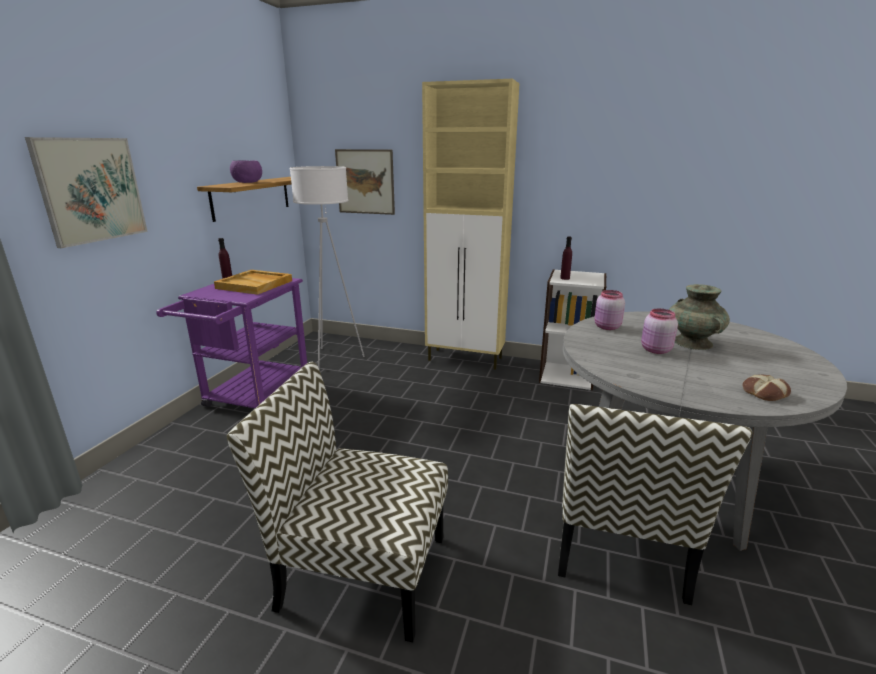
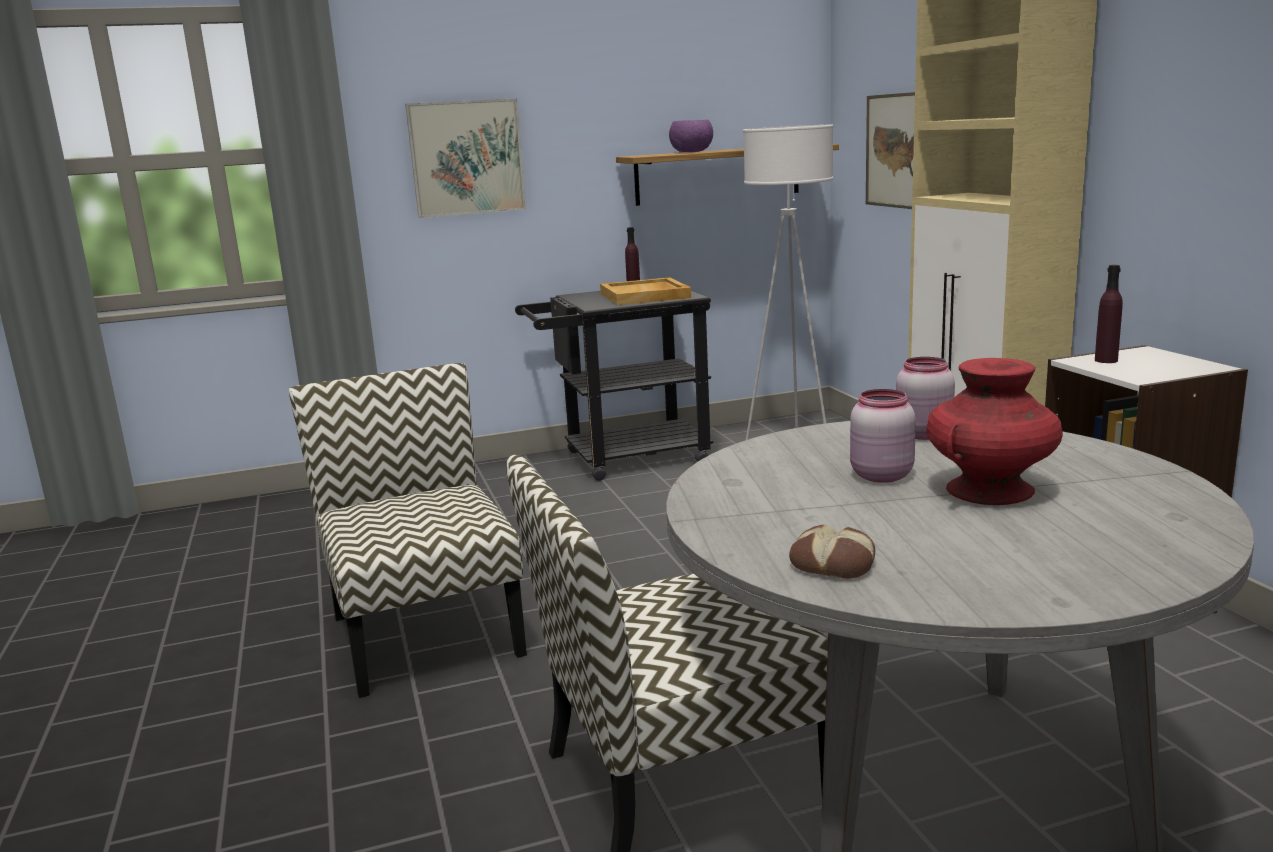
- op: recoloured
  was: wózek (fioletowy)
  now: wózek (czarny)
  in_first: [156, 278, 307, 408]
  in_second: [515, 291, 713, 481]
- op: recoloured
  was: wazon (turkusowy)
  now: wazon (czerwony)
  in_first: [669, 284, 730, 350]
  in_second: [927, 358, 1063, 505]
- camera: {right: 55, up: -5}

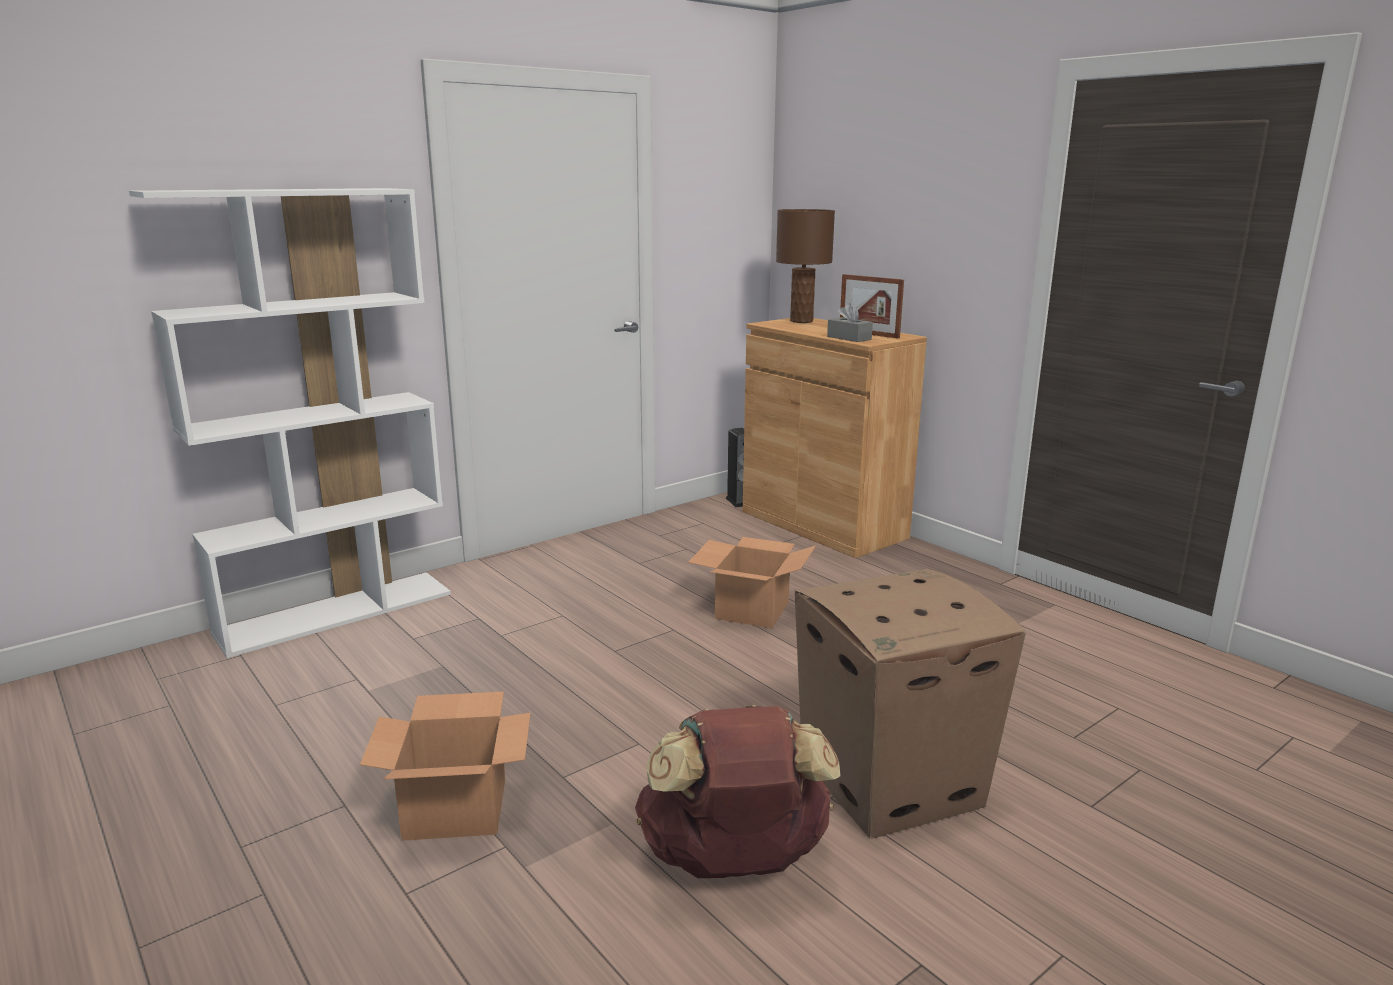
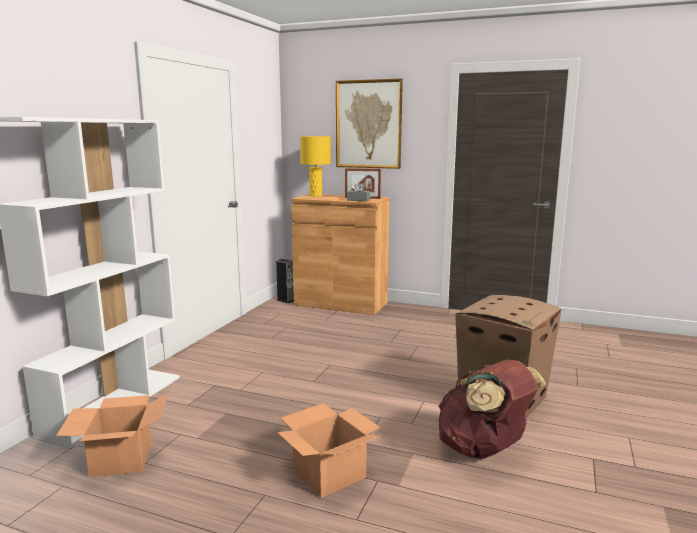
- op: added
  now: obraz
  in_second: [336, 79, 403, 169]
- op: moved
  was: karton
  in_first: [688, 537, 816, 628]
  in_second: [56, 394, 168, 477]
- op: recoloured
  was: lampa stołowa (brązowy)
  now: lampa stołowa (żółty)
  in_first: [776, 209, 835, 323]
  in_second: [300, 136, 331, 197]
- camera: {right: -30, up: -5}

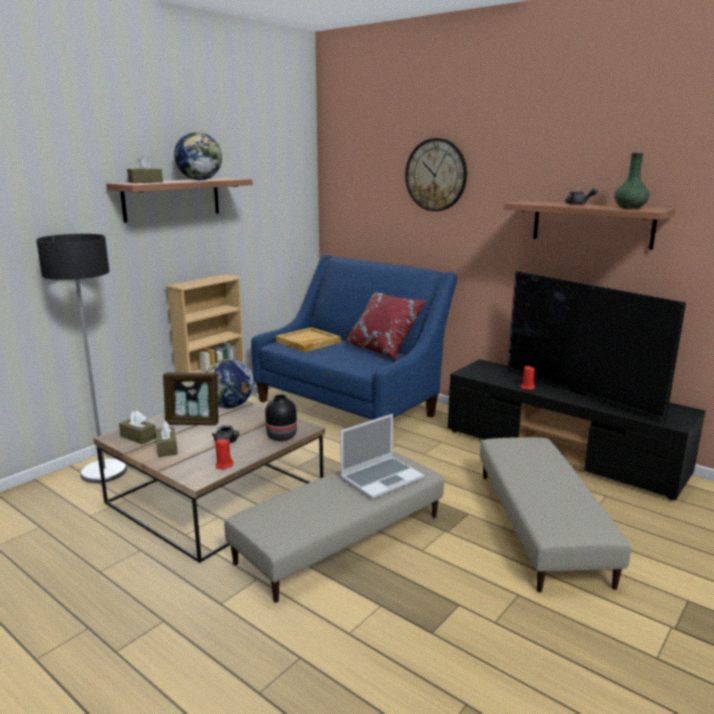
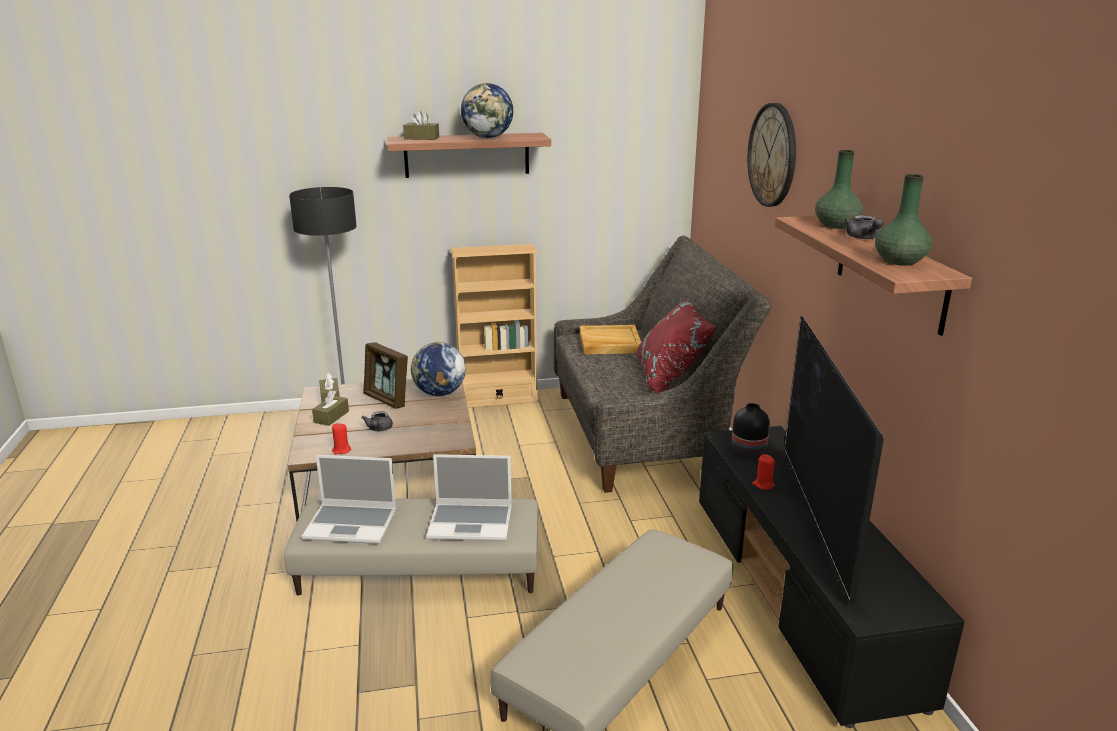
- op: added
  now: laptop
  in_second: [302, 455, 397, 544]
- op: added
  now: wazon (zielony)
  in_second: [815, 150, 863, 229]
- op: moved
  was: wazon (czarny)
  in_first: [265, 395, 297, 441]
  in_second: [732, 403, 770, 456]
- op: recoloured
  was: kanapa (niebieski)
  now: kanapa (szary)
  in_first: [251, 255, 457, 420]
  in_second: [554, 236, 772, 493]
- camera: {right: 40, up: 5}

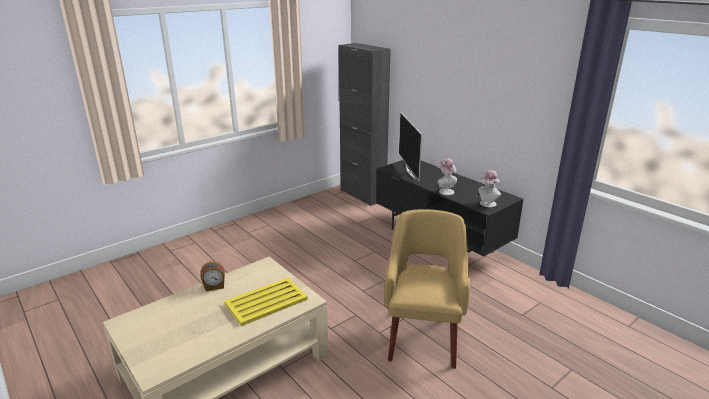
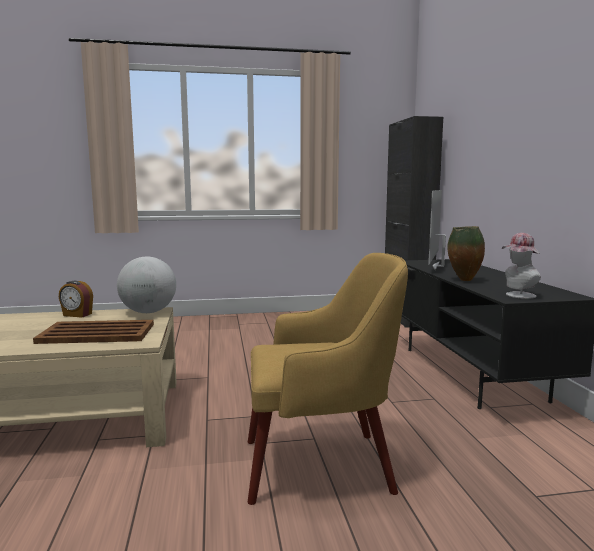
- op: added
  now: globus
  in_second: [117, 257, 176, 313]
- op: replaced
  was: kapelusz
  now: wazon
  in_first: [437, 158, 457, 195]
  in_second: [447, 226, 485, 281]
- op: recoloured
  was: taca (żółty)
  now: taca (brązowy)
  in_first: [224, 277, 308, 326]
  in_second: [33, 320, 154, 344]
- op: turned
  was: fotel (żółty)
  in_first: [384, 209, 470, 369]
  in_second: [248, 253, 408, 505]
  clockwise: 45
- camera: {right: 30, up: -15}

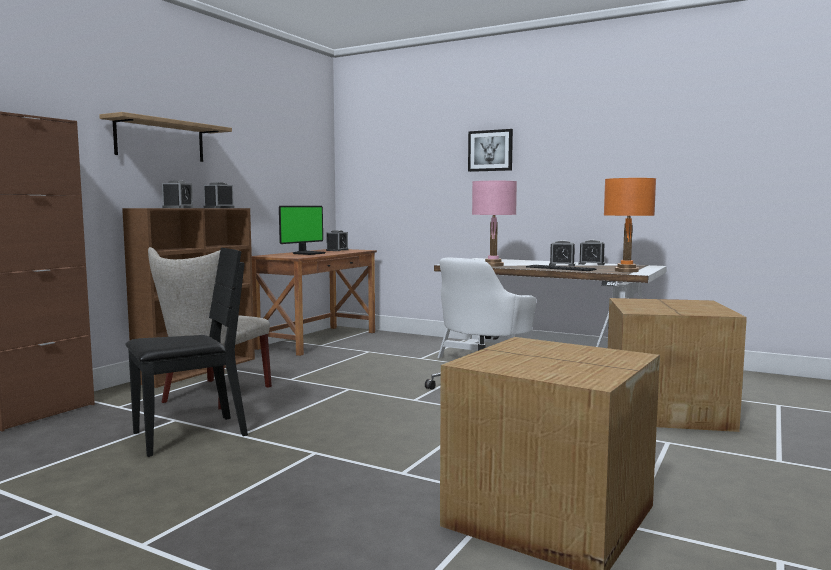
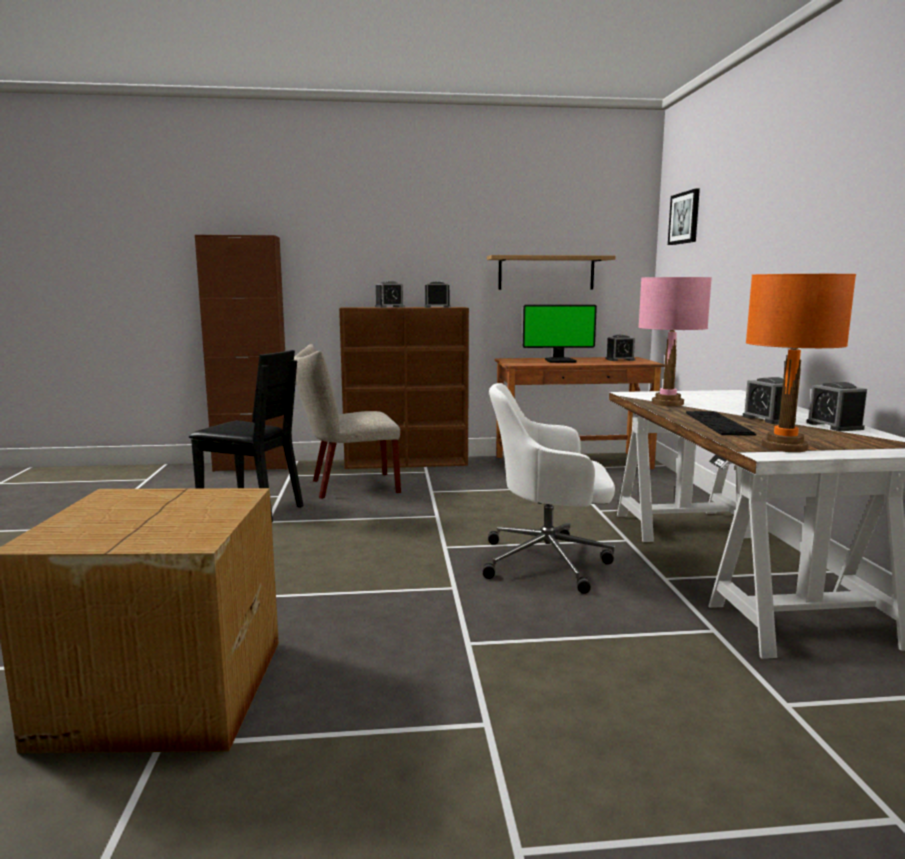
- op: removed
  was: karton
  in_first: [608, 298, 747, 432]
- op: moved
  was: półka
  in_first: [99, 112, 232, 162]
  in_second: [487, 255, 616, 290]
- op: moved
  was: obraz
  in_first: [468, 129, 513, 172]
  in_second: [668, 189, 700, 245]
- camera: {right: 55, up: 5}

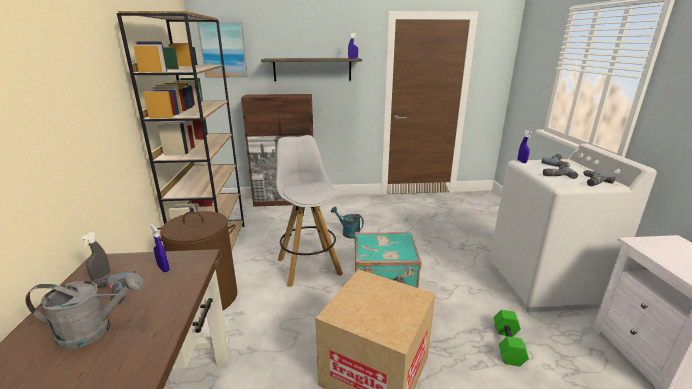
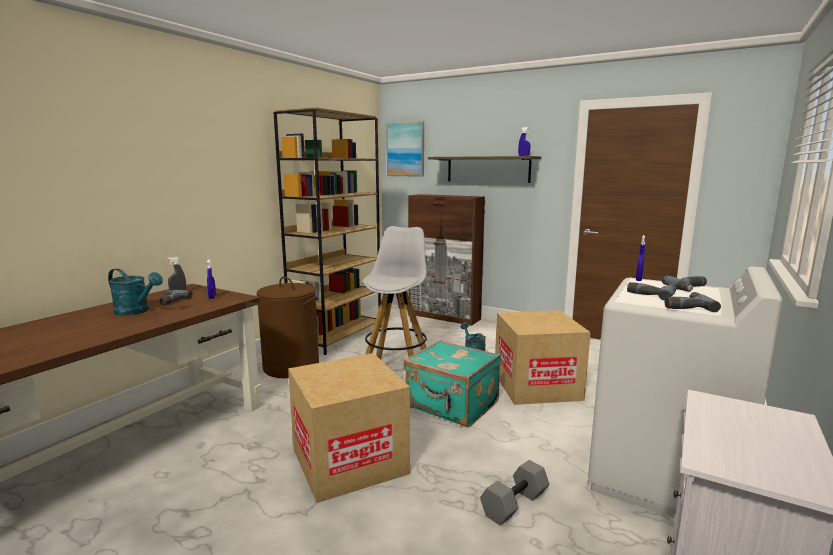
- op: added
  now: karton
  in_second: [495, 310, 591, 405]
- op: recoloured
  was: konewka (szary)
  now: konewka (turkusowy)
  in_first: [25, 272, 144, 350]
  in_second: [108, 269, 163, 316]
- op: recoloured
  was: hantel (zielony)
  now: hantel (szary)
  in_first: [494, 310, 529, 366]
  in_second: [480, 460, 549, 525]
- camera: {right: 35, up: -10}

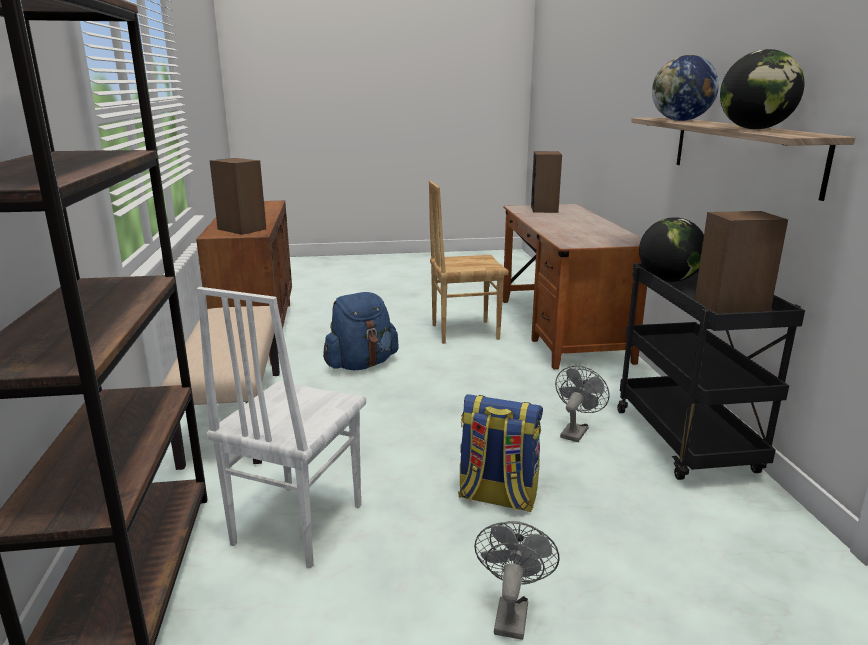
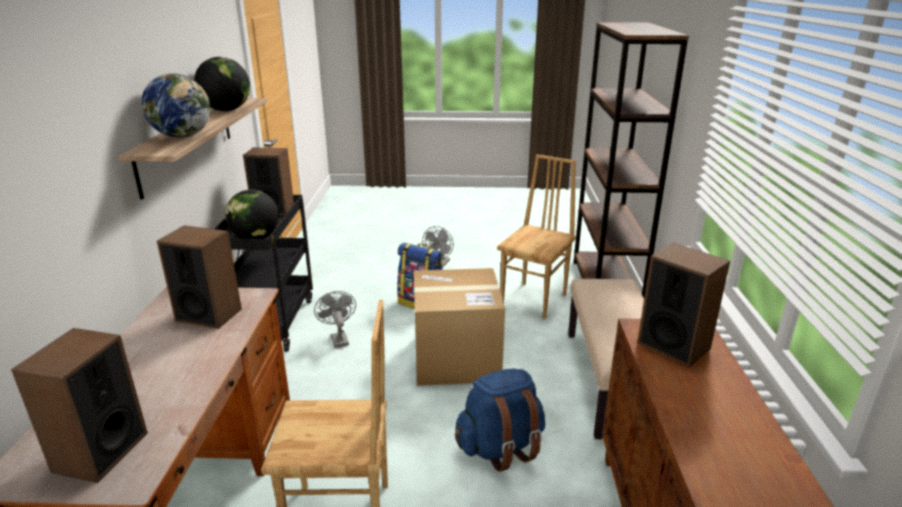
- op: added
  now: głośnik
  in_second: [157, 225, 242, 329]
- op: added
  now: karton
  in_second: [414, 268, 505, 386]
- op: recoloured
  was: krzesło (biały)
  now: krzesło (brązowy)
  in_first: [197, 287, 366, 569]
  in_second: [497, 154, 576, 319]
- op: turned
  was: wentylator (szary)
  in_first: [555, 366, 610, 442]
  in_second: [314, 291, 356, 348]
  clockwise: 120
- camera: {right: -170, up: 5}

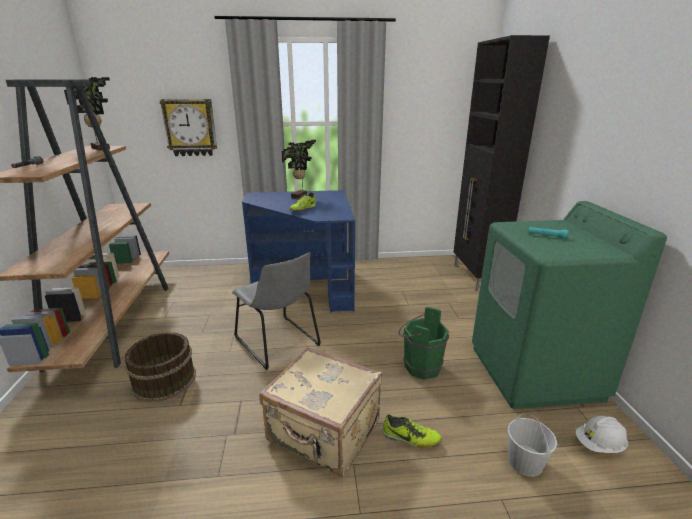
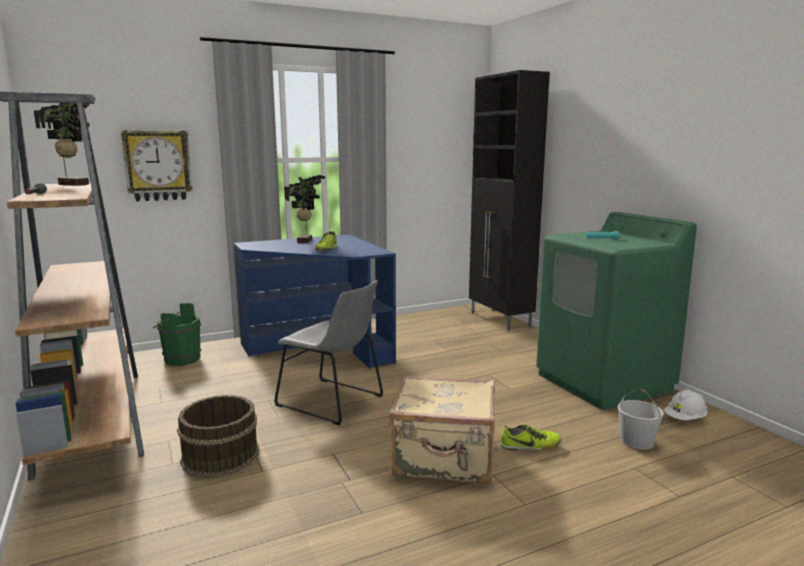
- op: moved
  was: wiadro (zielony)
  in_first: [399, 307, 449, 379]
  in_second: [153, 303, 201, 366]
- camera: {right: -20, up: -10}

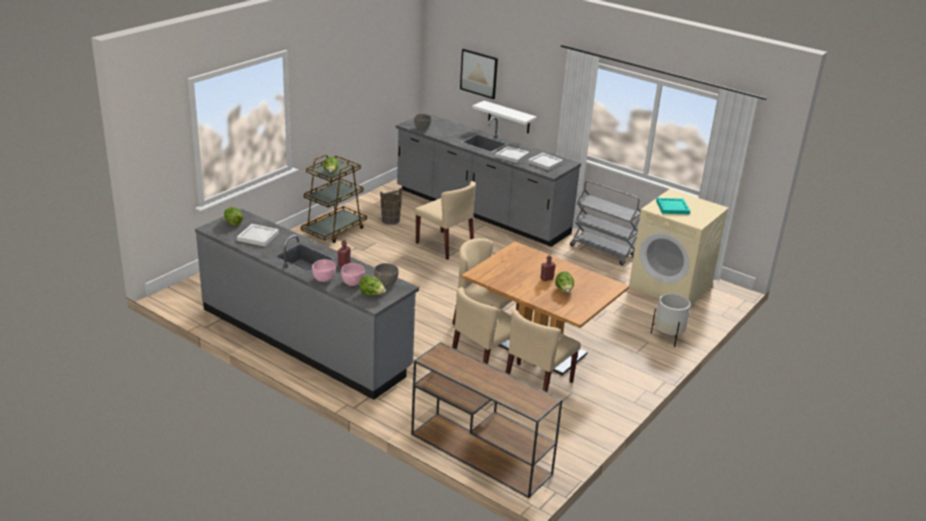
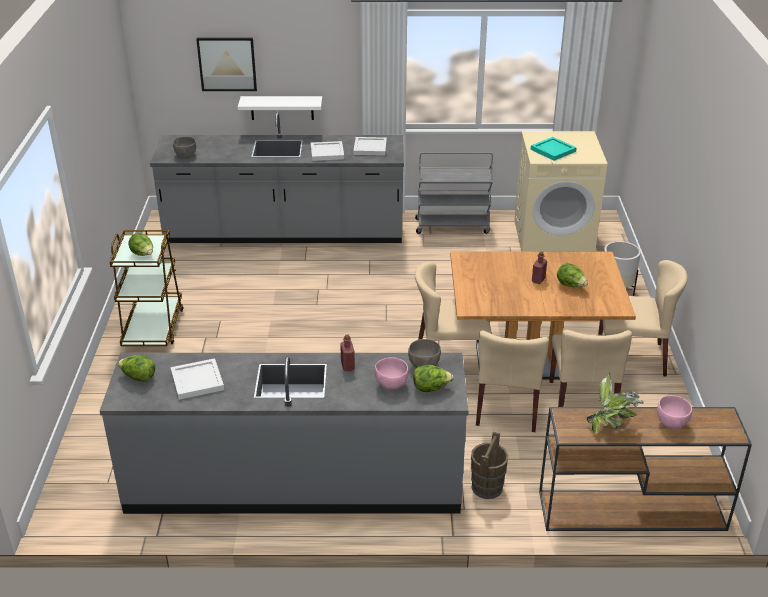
- op: added
  now: roślina doniczkowa
  in_second: [587, 373, 643, 434]
- op: moved
  was: miska (różowy)
  in_first: [312, 259, 336, 282]
  in_second: [657, 395, 692, 429]
- op: moved
  was: wiadro (brązowy)
  in_first: [380, 188, 402, 225]
  in_second: [471, 432, 509, 499]
- op: moved
  was: krzesło (beżowy)
  in_first: [415, 181, 476, 260]
  in_second: [598, 260, 688, 377]
- camera: {right: -35, up: 5}

